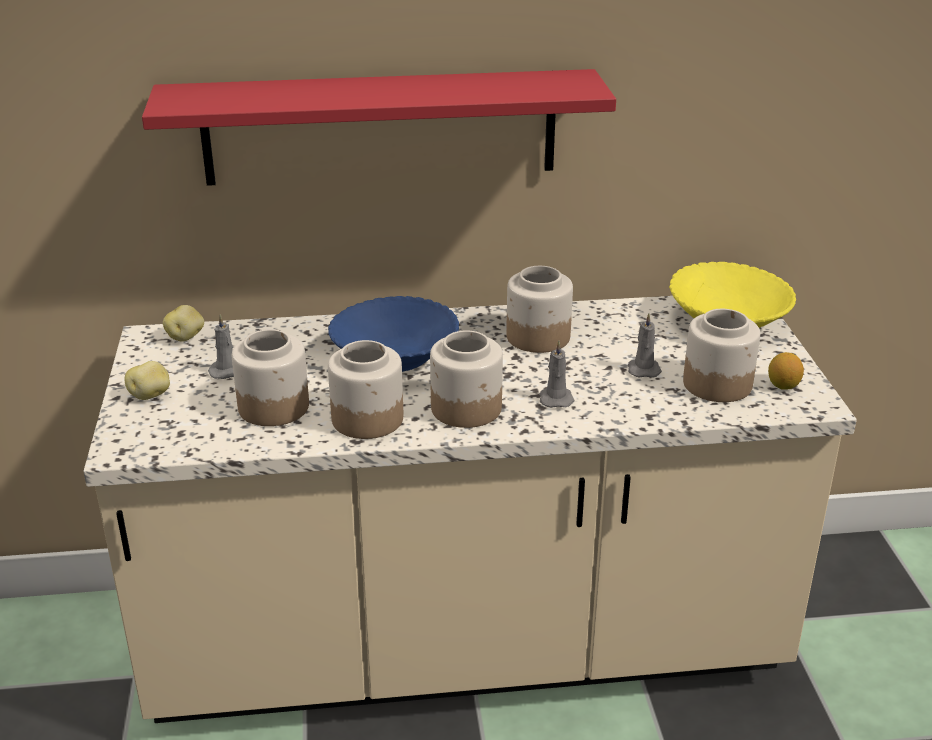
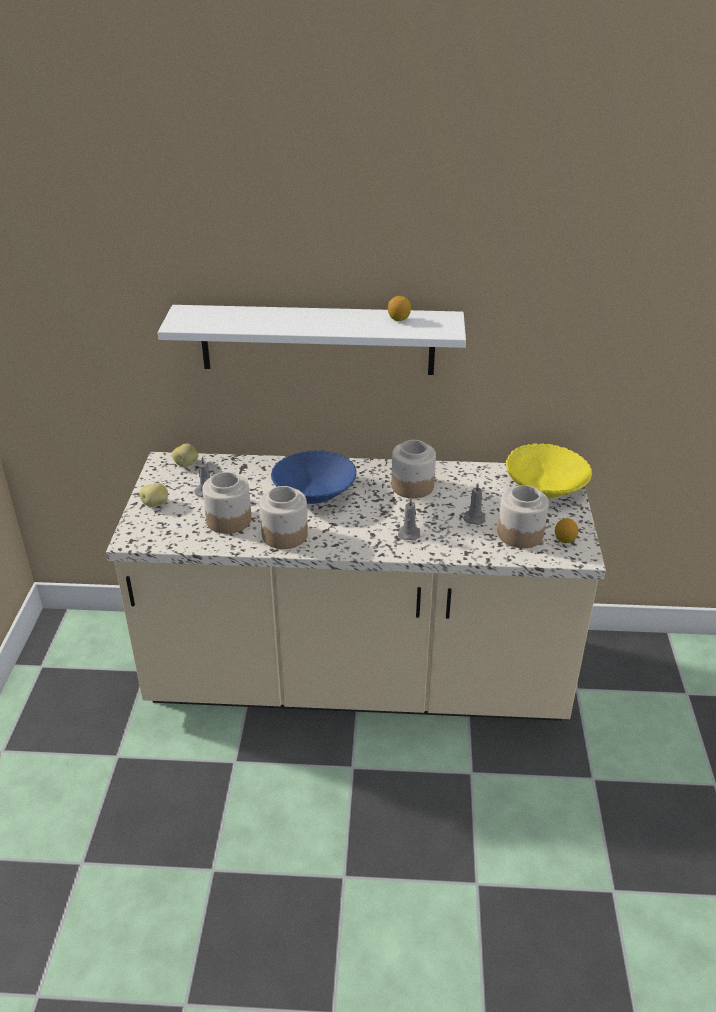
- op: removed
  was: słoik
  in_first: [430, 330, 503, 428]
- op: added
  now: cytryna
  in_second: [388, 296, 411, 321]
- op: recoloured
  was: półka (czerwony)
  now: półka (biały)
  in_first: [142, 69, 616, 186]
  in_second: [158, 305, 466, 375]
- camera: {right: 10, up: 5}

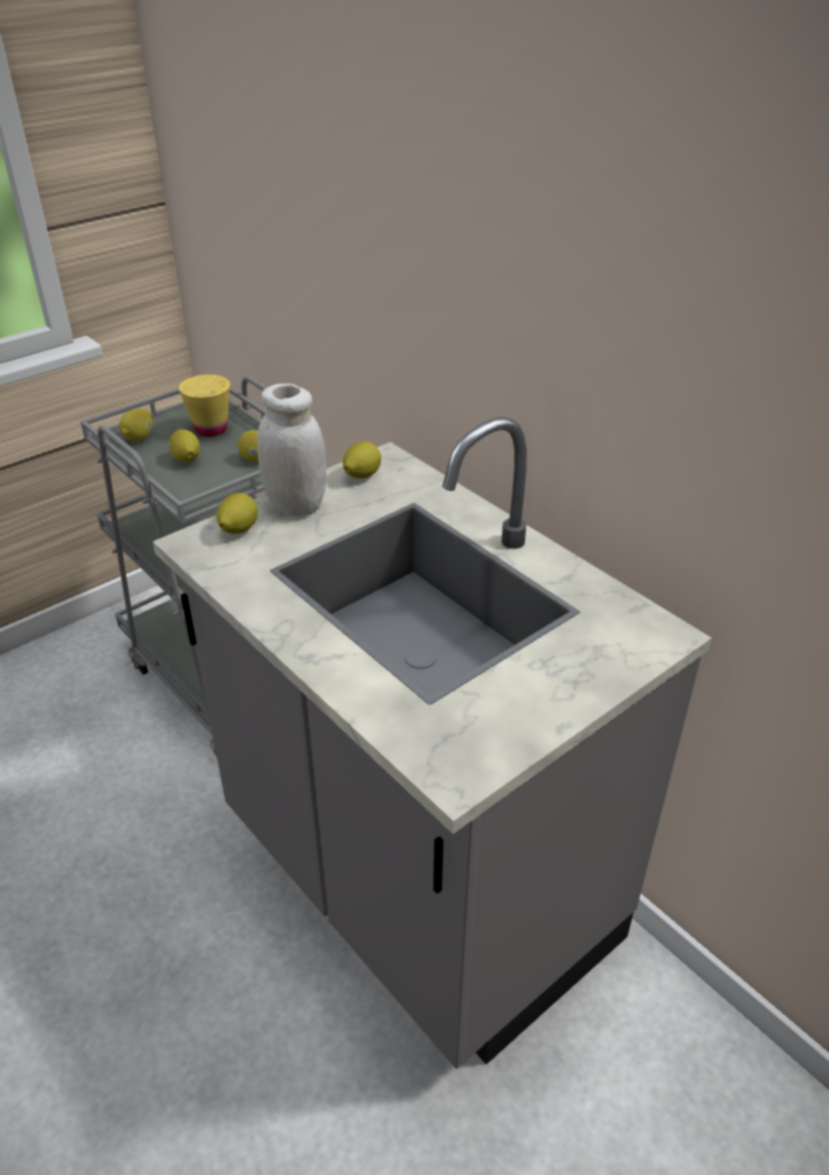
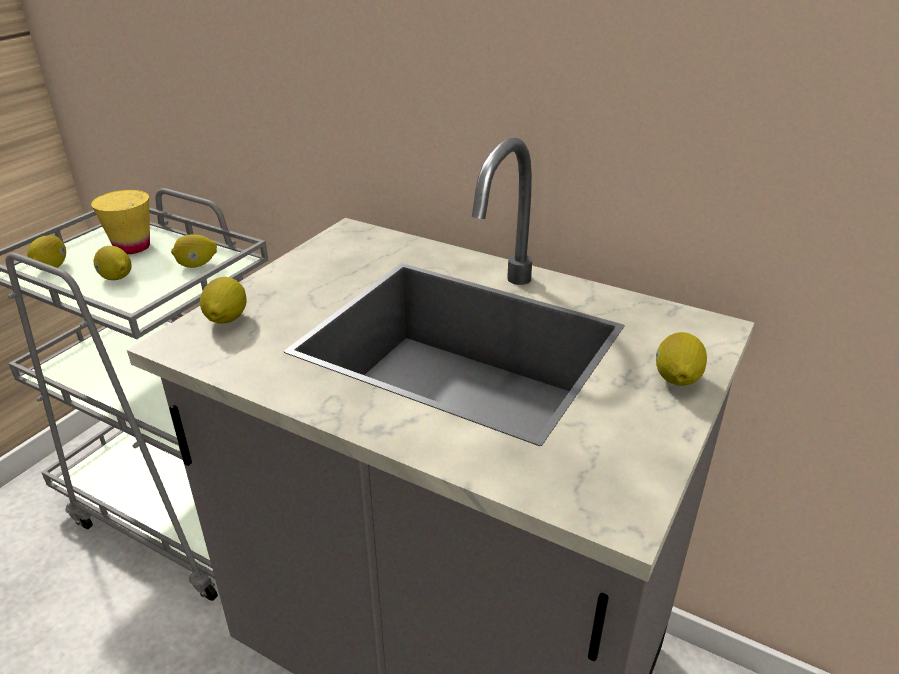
- op: removed
  was: słoik (biały)
  in_first: [257, 383, 327, 517]
- op: moved
  was: cytryna
  in_first: [343, 441, 381, 478]
  in_second: [656, 332, 707, 386]
- camera: {right: -20, up: -5}

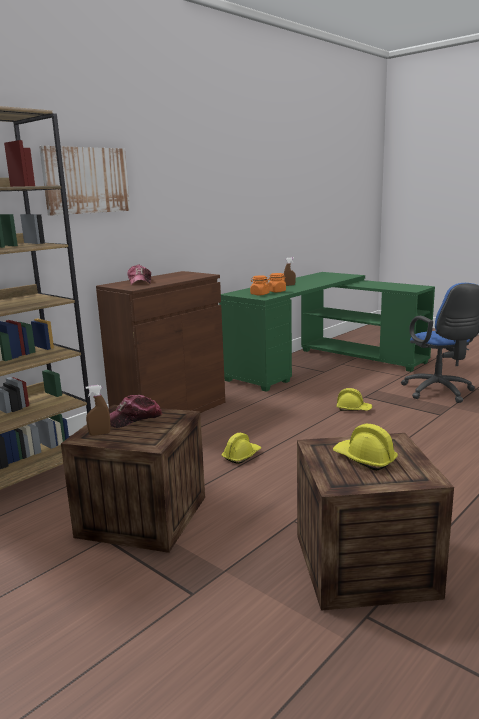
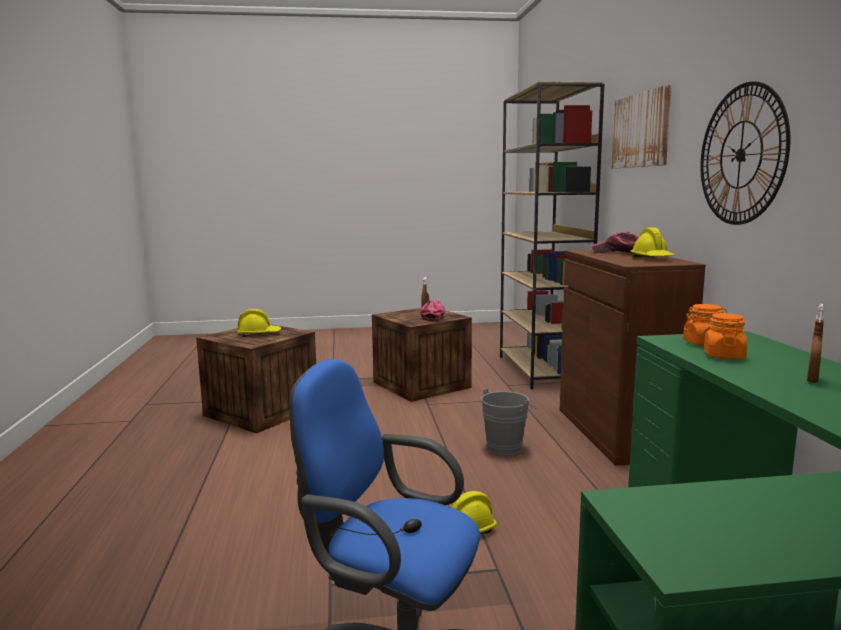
- op: added
  now: wiadro (szary)
  in_second: [481, 388, 536, 455]
- op: added
  now: zegar ścienny
  in_second: [700, 81, 790, 225]
- op: moved
  was: kask (żółty)
  in_first: [221, 433, 261, 464]
  in_second: [630, 228, 675, 257]
- camera: {right: 130, up: -5}

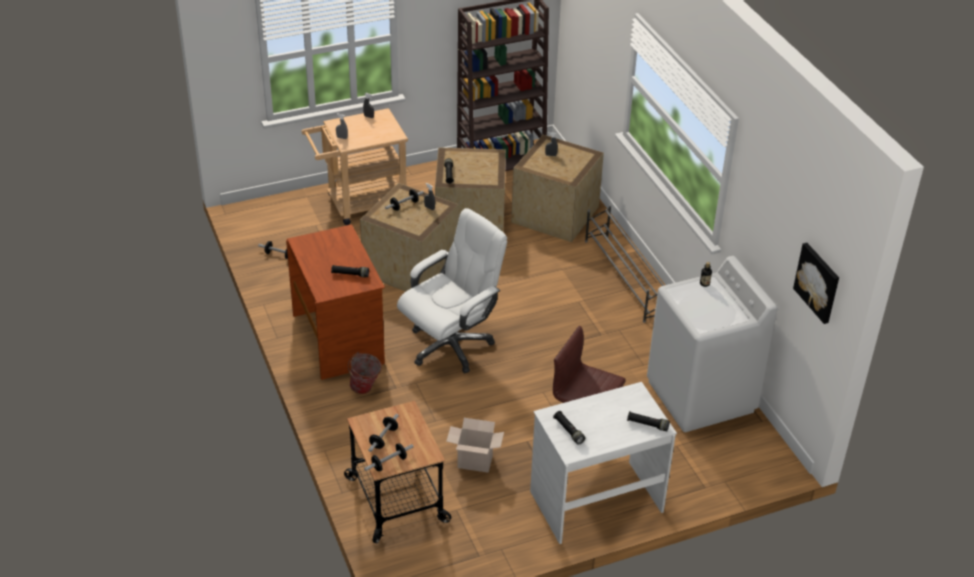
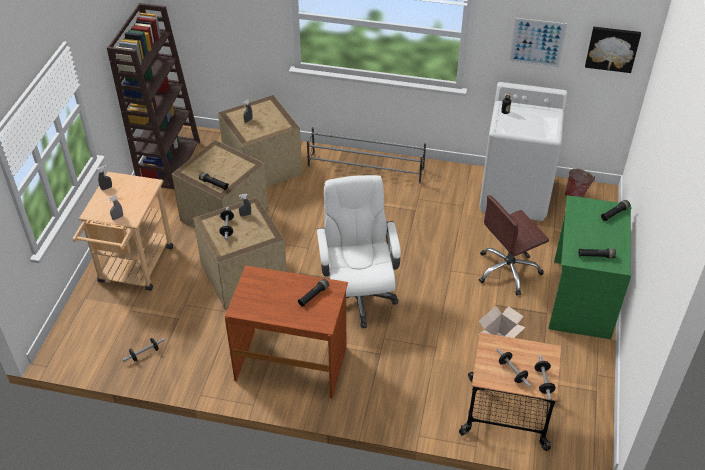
- op: added
  now: obraz
  in_second: [509, 18, 567, 68]
- op: moved
  was: wiadro
  in_first: [348, 352, 382, 394]
  in_second: [565, 169, 595, 197]
- op: recoloured
  was: biurko (biały)
  now: biurko (zielony)
  in_first: [530, 382, 677, 544]
  in_second: [548, 195, 632, 339]
- camera: {right: -55, up: 5}

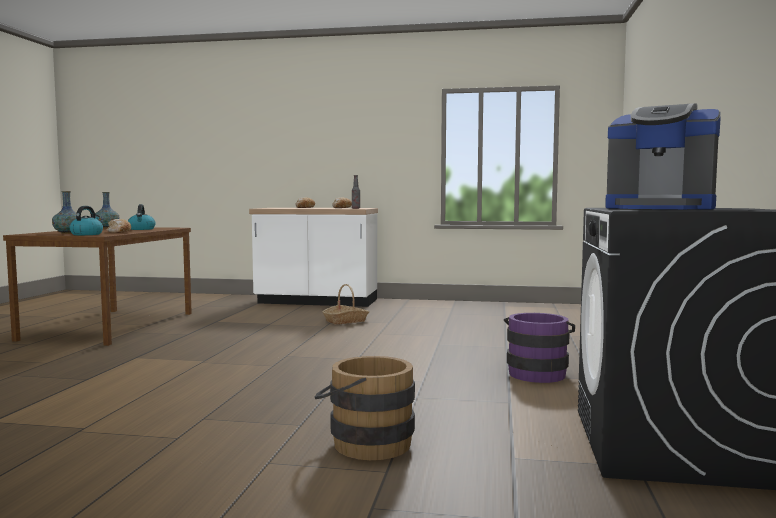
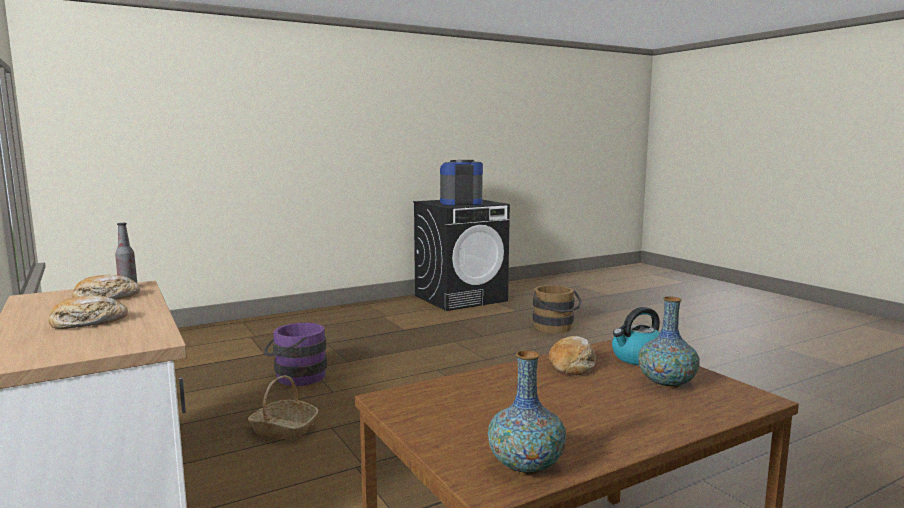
- op: removed
  was: czajnik
  in_first: [128, 204, 155, 230]
- op: moved
  was: wiadro (fioletowy)
  in_first: [504, 313, 575, 383]
  in_second: [264, 323, 327, 386]
- op: turned
  was: ekspres do kawy
  in_first: [605, 103, 721, 210]
  in_second: [440, 160, 483, 205]
  clockwise: -90
- camera: {right: -130, up: 5}

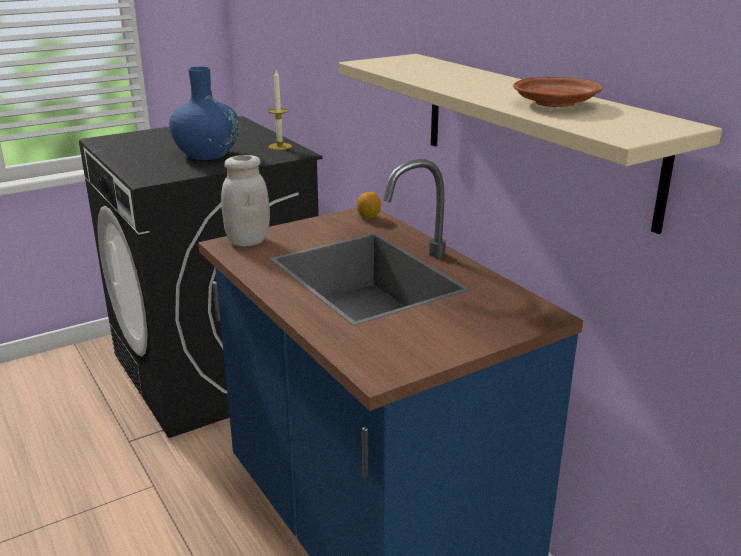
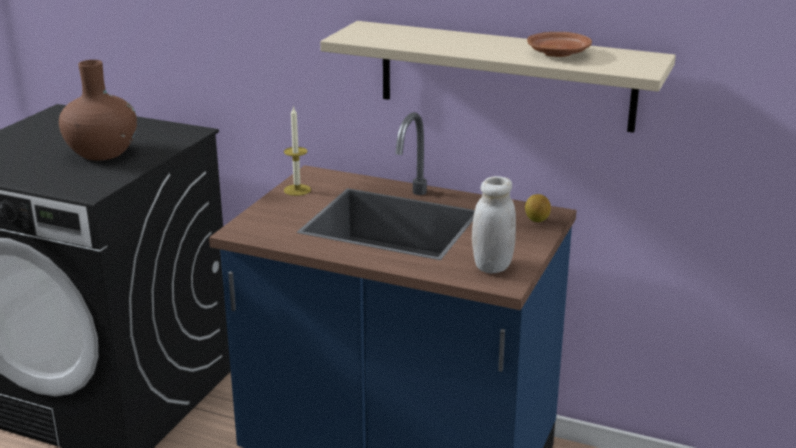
- op: moved
  was: słoik (biały)
  in_first: [221, 155, 270, 246]
  in_second: [472, 176, 516, 273]
- op: moved
  was: świeca
  in_first: [268, 70, 292, 150]
  in_second: [284, 106, 311, 196]
- op: moved
  was: cytryna
  in_first: [357, 192, 381, 218]
  in_second: [525, 194, 551, 222]
- op: recoloured
  was: wazon (niebieski)
  now: wazon (brązowy)
  in_first: [169, 67, 239, 160]
  in_second: [59, 60, 137, 160]
- camera: {right: -35, up: 0}

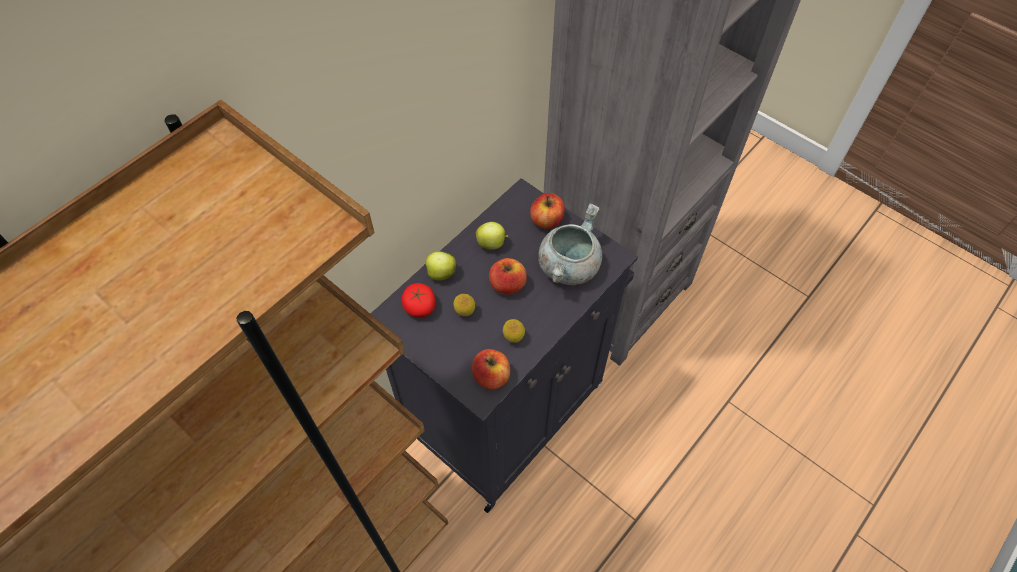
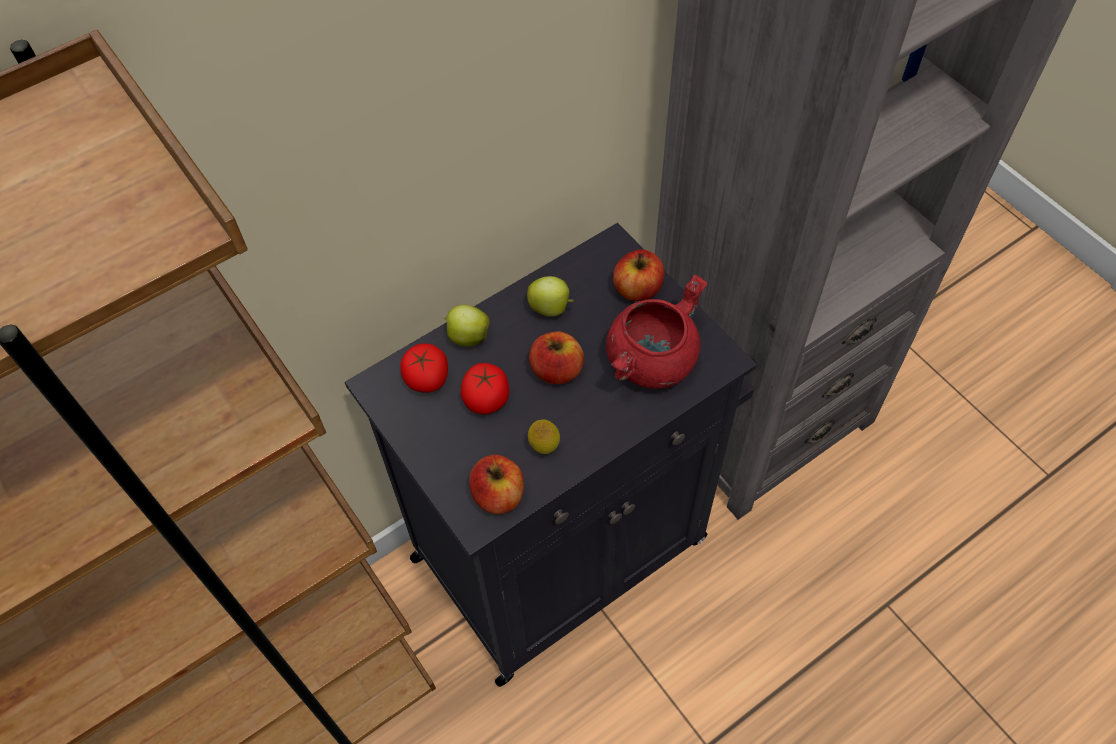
- op: replaced
  was: cytryna
  now: pomidor
  in_first: [454, 294, 475, 316]
  in_second: [461, 363, 509, 415]
- op: recoloured
  was: garnek (szary)
  now: garnek (czerwony)
  in_first: [538, 203, 602, 285]
  in_second: [606, 274, 707, 389]
- camera: {right: 15, up: 0}

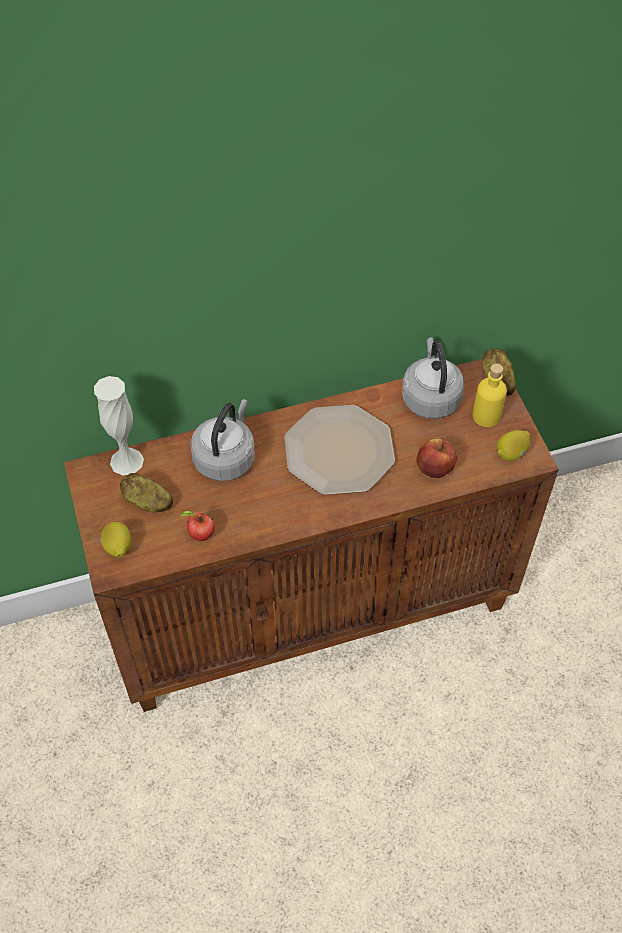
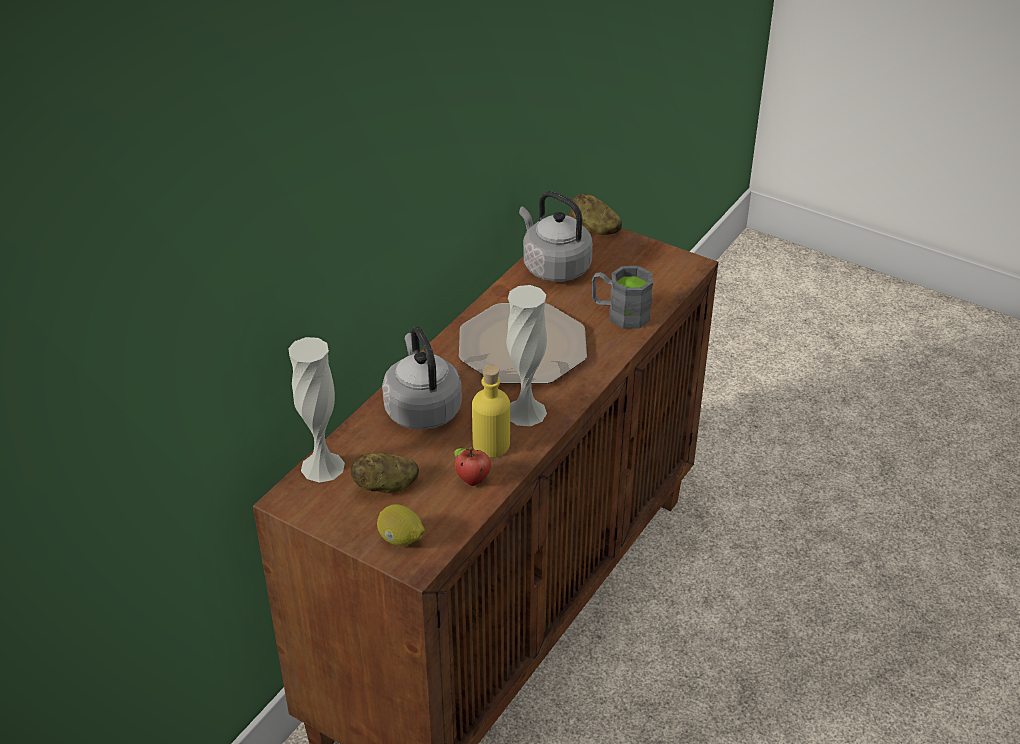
- op: removed
  was: cytryna
  in_first: [497, 430, 531, 461]
- op: added
  now: wazon (biały)
  in_second: [506, 285, 547, 426]
- op: moved
  was: butelka (żółty)
  in_first: [472, 363, 507, 427]
  in_second: [472, 365, 510, 458]
- op: replaced
  was: jabłko
  now: kubek (szary)
  in_first: [416, 438, 458, 478]
  in_second: [592, 266, 653, 329]
- camera: {right: -40, up: -15}

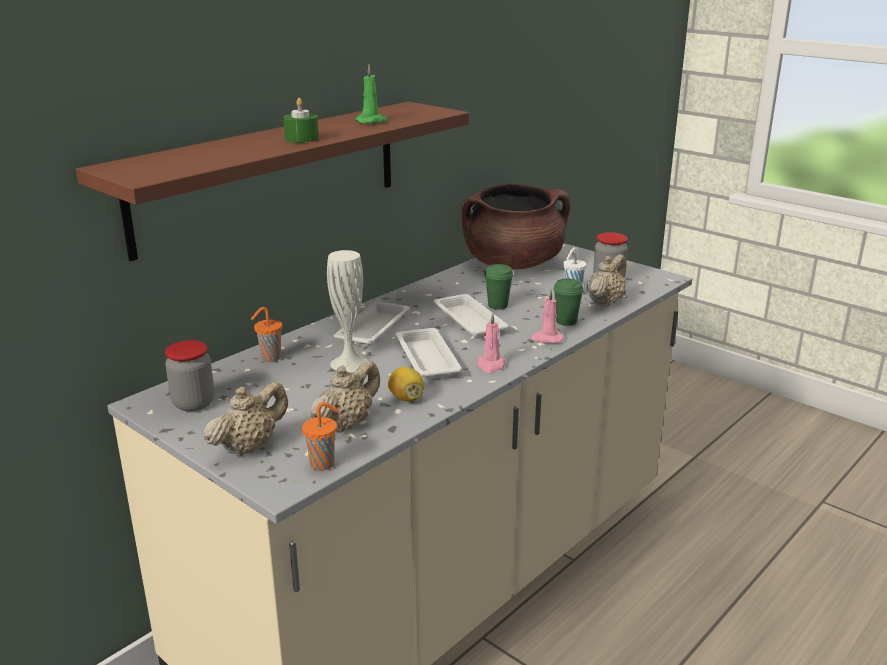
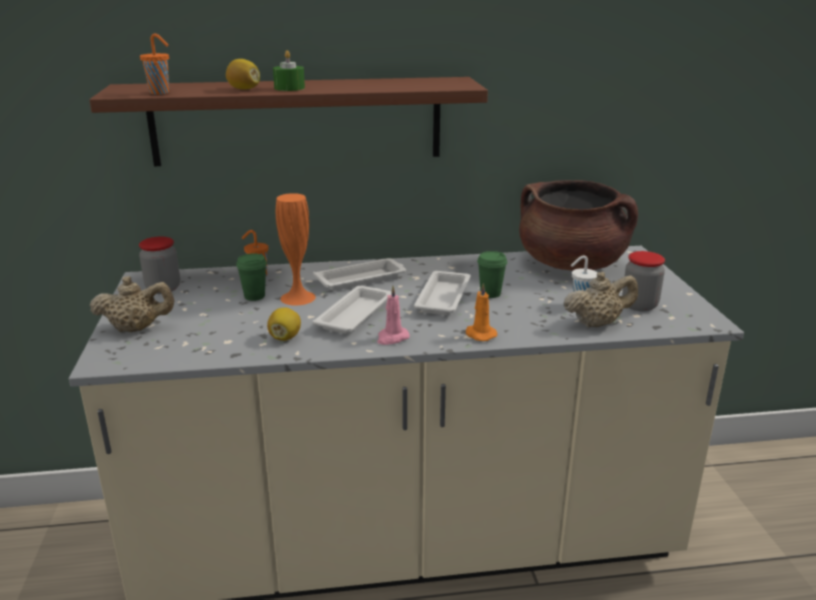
- op: removed
  was: imbryk (beżowy)
  in_first: [310, 361, 380, 433]
- op: removed
  was: świeca (zielony)
  in_first: [355, 64, 388, 124]
- op: added
  now: cytryna
  in_second: [226, 59, 260, 90]
- op: moved
  was: filiżanka (pomarańczowy)
  in_first: [302, 402, 339, 471]
  in_second: [140, 33, 169, 94]
- op: moved
  was: filiżanka (zielony)
  in_first: [553, 279, 584, 326]
  in_second: [236, 253, 267, 301]
- op: recoloured
  was: wazon (biały)
  now: wazon (pomarańczowy)
  in_first: [327, 250, 368, 372]
  in_second: [276, 193, 316, 305]
- op: recoloured
  was: świeca (różowy)
  now: świeca (pomarańczowy)
  in_first: [530, 289, 564, 343]
  in_second: [466, 283, 497, 341]
- camera: {right: 40, up: 0}

